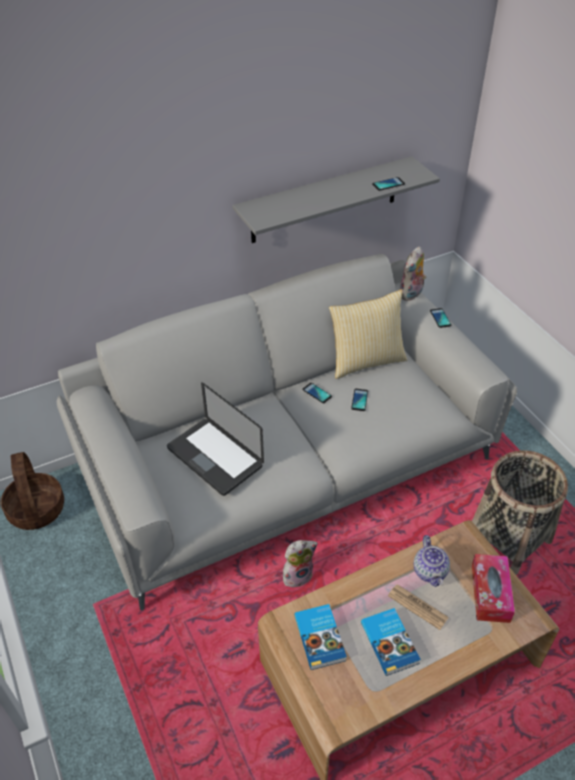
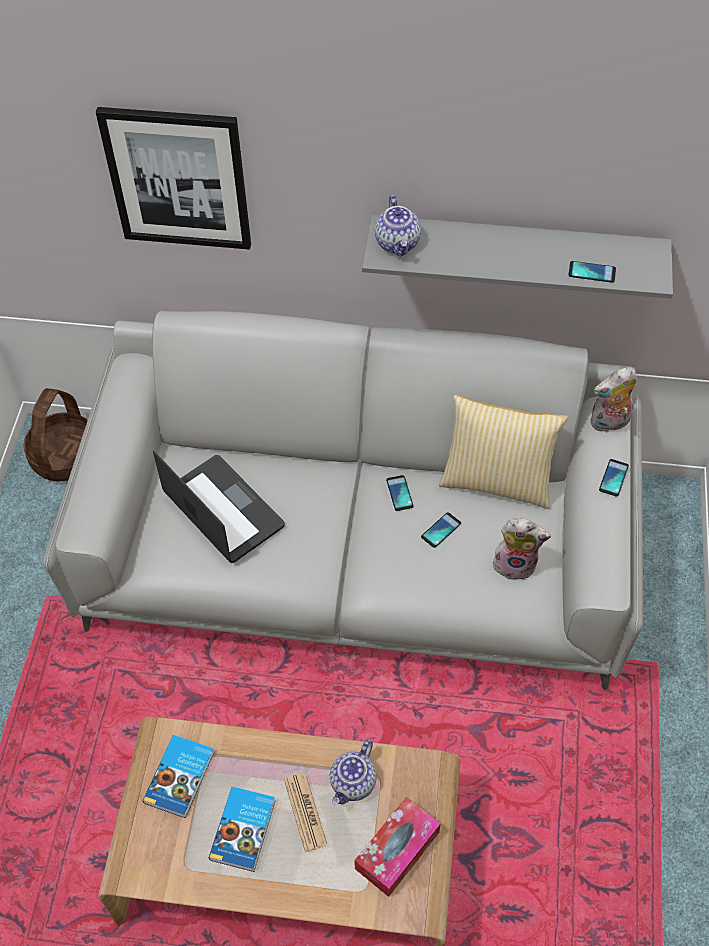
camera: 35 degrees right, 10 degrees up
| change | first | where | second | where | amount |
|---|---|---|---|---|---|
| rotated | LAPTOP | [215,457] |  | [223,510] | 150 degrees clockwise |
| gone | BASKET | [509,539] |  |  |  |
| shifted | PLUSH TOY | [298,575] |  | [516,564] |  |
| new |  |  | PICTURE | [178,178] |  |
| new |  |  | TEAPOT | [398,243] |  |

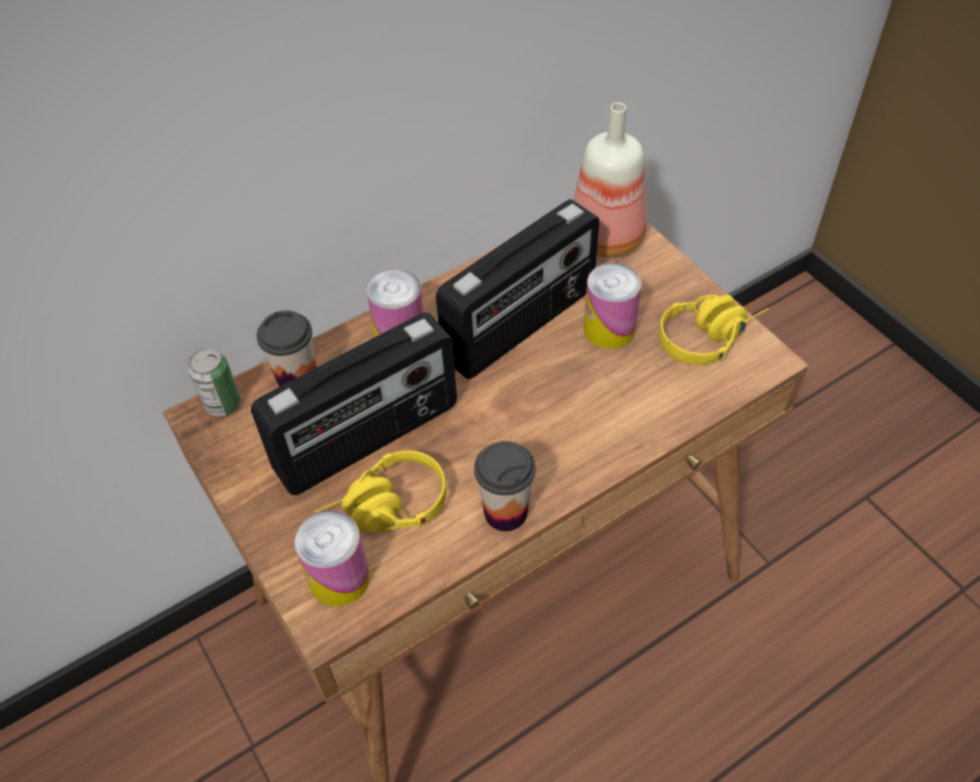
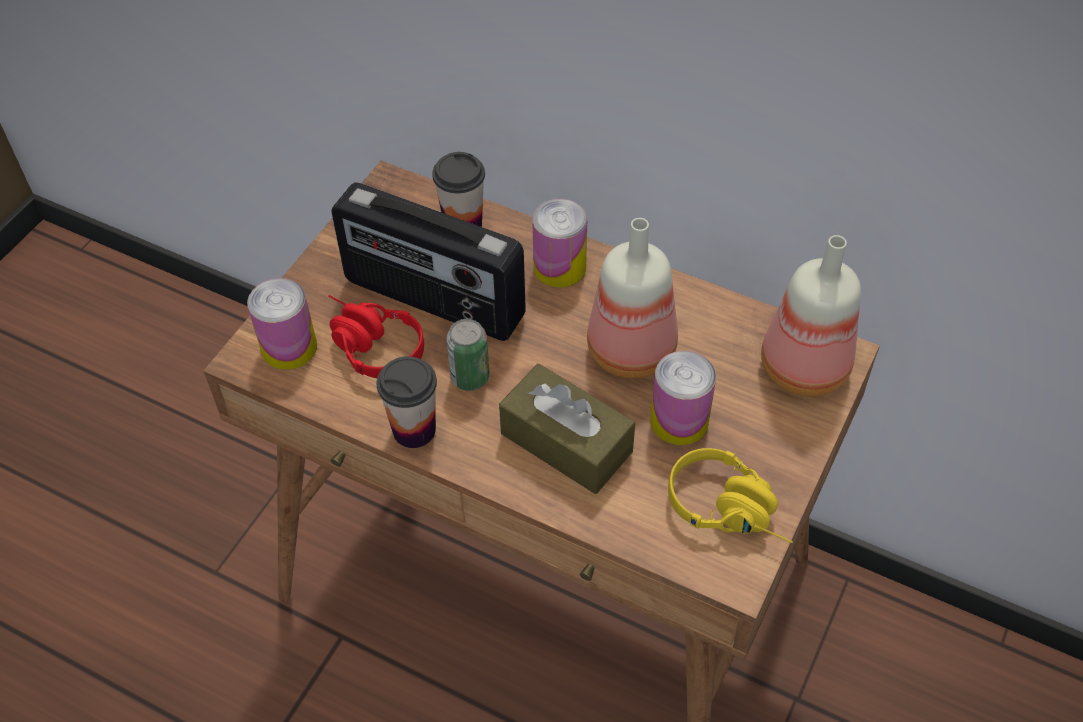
camera: 60 degrees right, 0 degrees up
| change | first | where | second | where | amount |
|---|---|---|---|---|---|
| swapped | RADIO | [521,326] | BOTTLE | [634,349] |  |
| shifted | CAN | [223,403] |  | [470,377] |  |
| repainted | YELLOW HEADPHONES | [385,510] | RED HEADPHONES | [368,346] |  |
| new |  |  | BROWN TISSUE BOX | [566,442] |  |

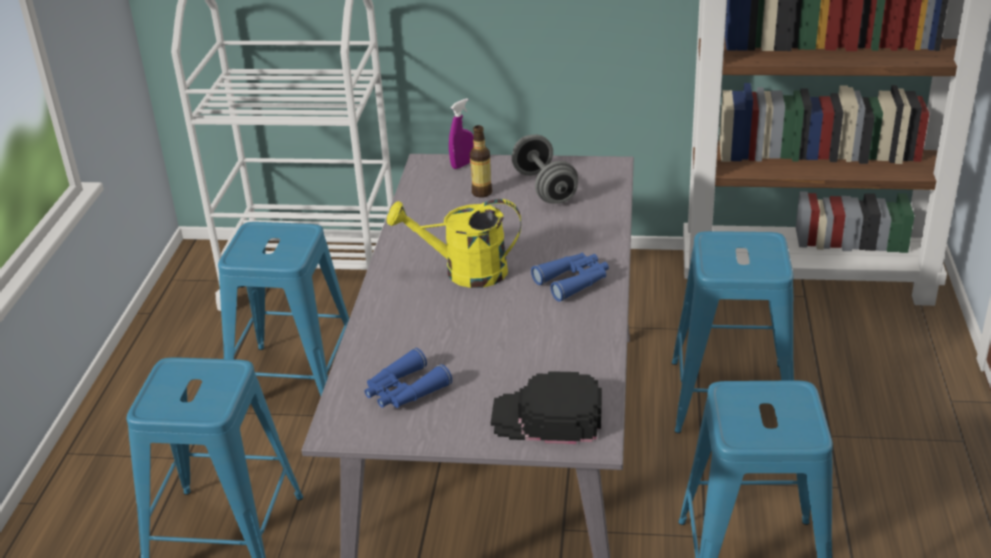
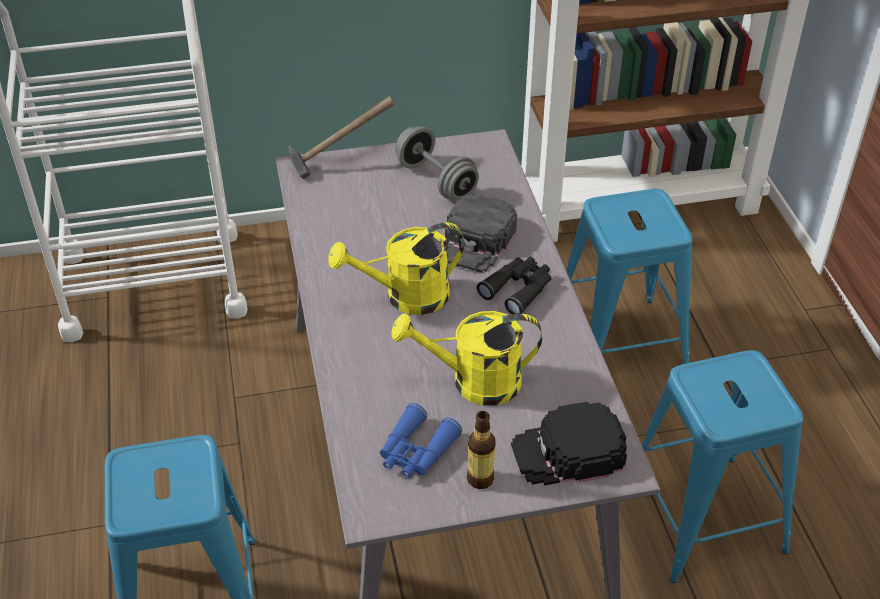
camera: 20 degrees left, 10 degrees up
| change | first | where | second | where | amount |
|---|---|---|---|---|---|
| swapped | PURPLE SPRAY BOTTLE | [462,164] | HAMMER | [339,164] |  |
| shifted | BOTTLE | [482,193] |  | [480,479] |  |
| gone | BLUE STOOL | [295,383] |  |  |  |
| repainted | BLUE BINOCULARS | [573,281] | BLACK BINOCULARS | [518,289] |  |
| new |  |  | BLACK CAP | [477,241] |  |
| new |  |  | YELLOW WATERING CAN | [473,382] |  |

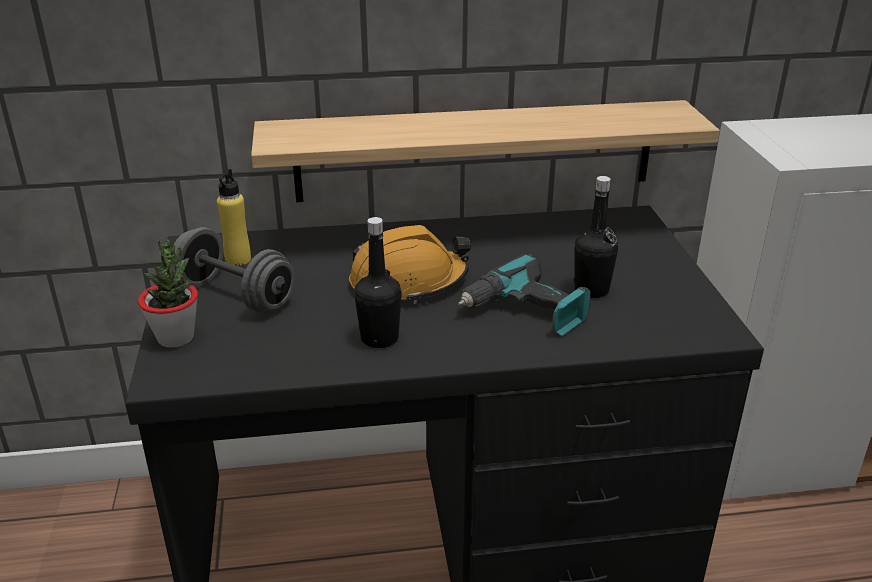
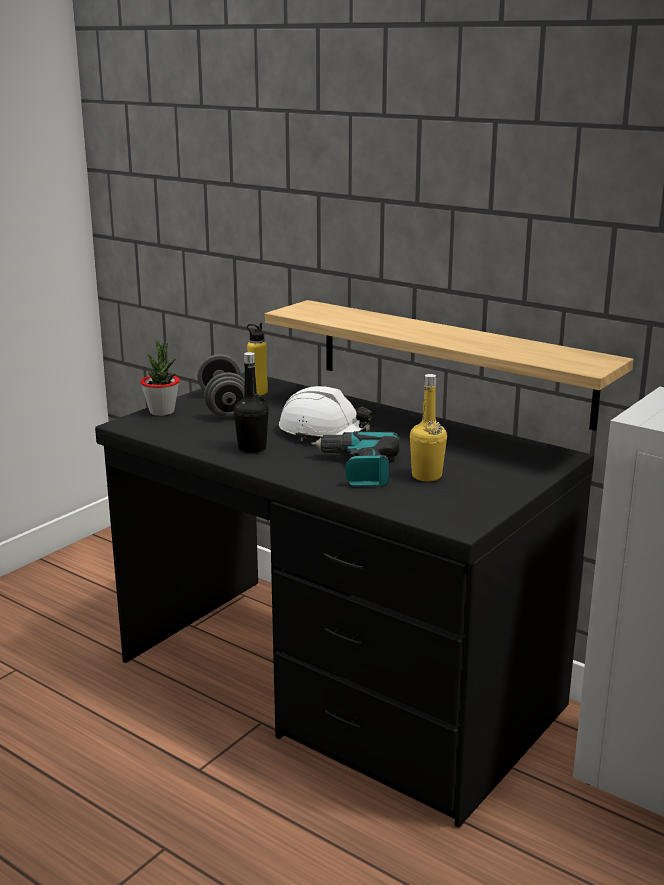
camera: 45 degrees right, 10 degrees down
| change | first | where | second | where | amount |
|---|---|---|---|---|---|
| repainted | BLACK BOTTLE | [591,290] | YELLOW BOTTLE | [426,476] |  |
| repainted | ORANGE HARD HAT | [408,282] | WHITE HARD HAT | [324,432] |  |

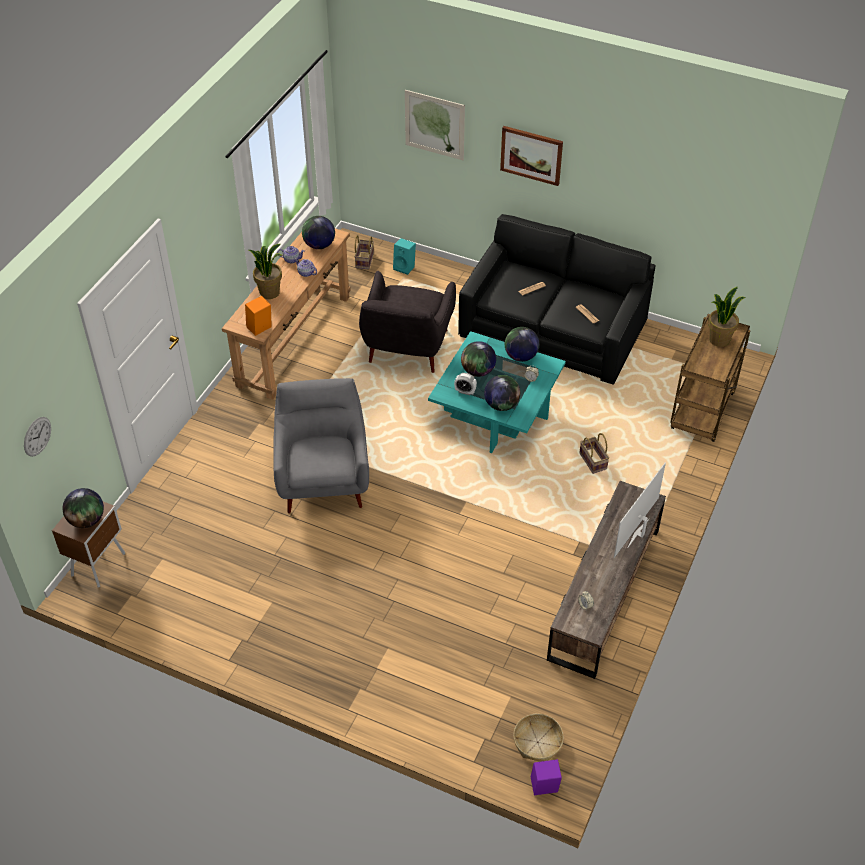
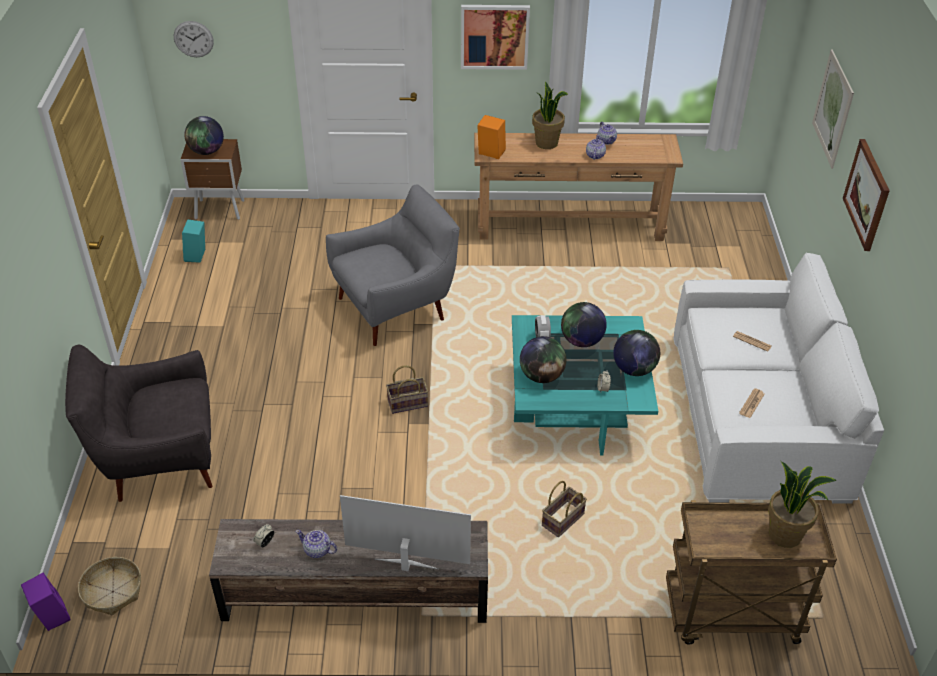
camera: 65 degrees right, 5 degrees down
| change | first | where | second | where | amount |
|---|---|---|---|---|---|
| repainted | BLACK SOFA | [553,329] | WHITE SOFA | [758,416] |  |
| gone | GLOBE | [319,245] |  |  |  |
| shifted | BASKET | [364,260] |  | [408,402] |  |
| shifted | TURQUOISE SPEAKER | [405,267] |  | [197,256] |  |
| shifted | GREY ARMCHAIR | [407,350] |  | [158,460] |  |
| new |  |  | PICTURE | [494,36] |  |
| new |  |  | TEAPOT | [317,550] |  |

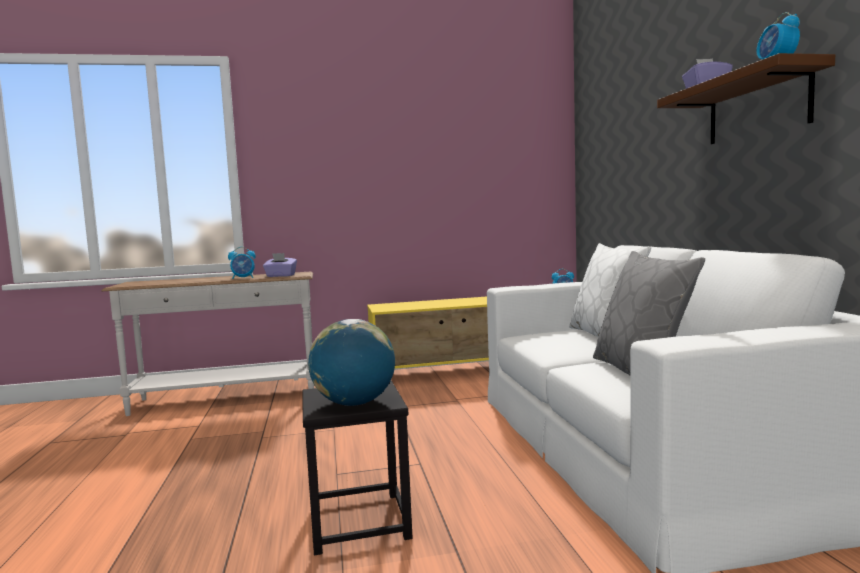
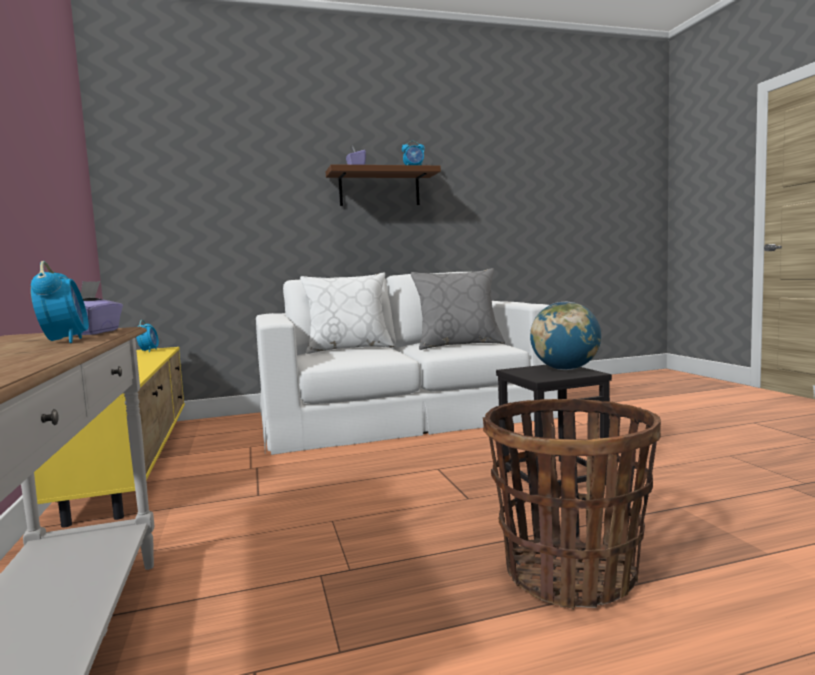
camera: 95 degrees left, 0 degrees up
| change | first | where | second | where | amount |
|---|---|---|---|---|---|
| new |  |  | BASKET | [570,574] |  |

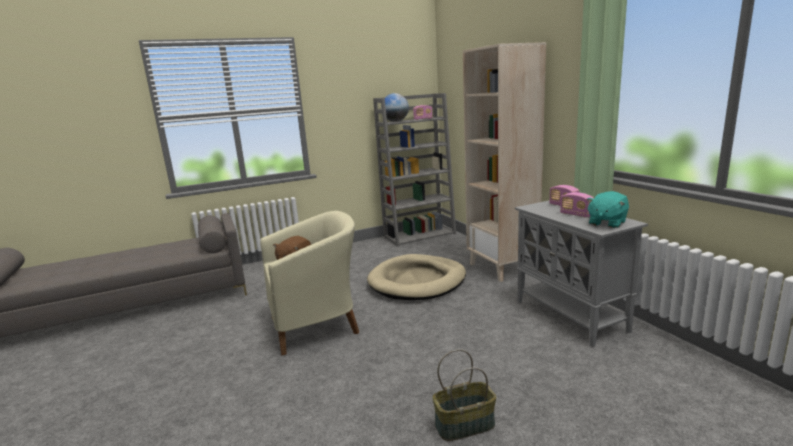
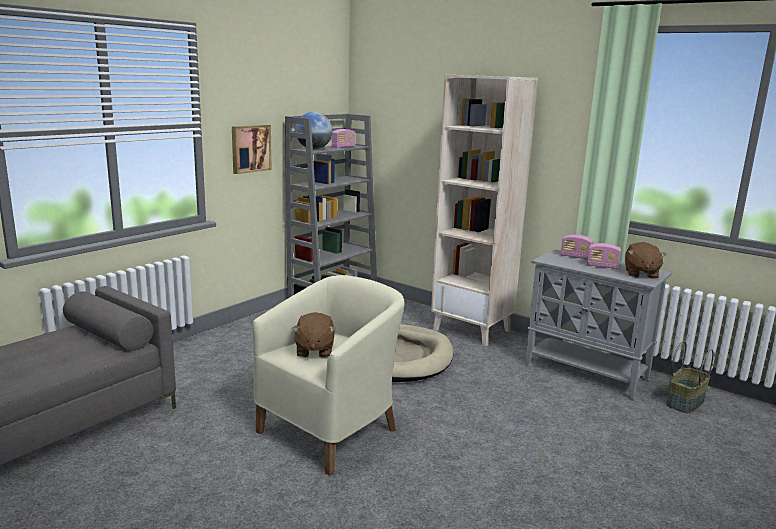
camera: 30 degrees left, 0 degrees up
| change | first | where | second | where | amount |
|---|---|---|---|---|---|
| repainted | TURQUOISE PLUSH TOY | [606,223] | BROWN PLUSH TOY | [640,274] |  |
| shifted | BASKET | [465,424] |  | [684,402] |  |
| new |  |  | PICTURE | [250,148] |  |

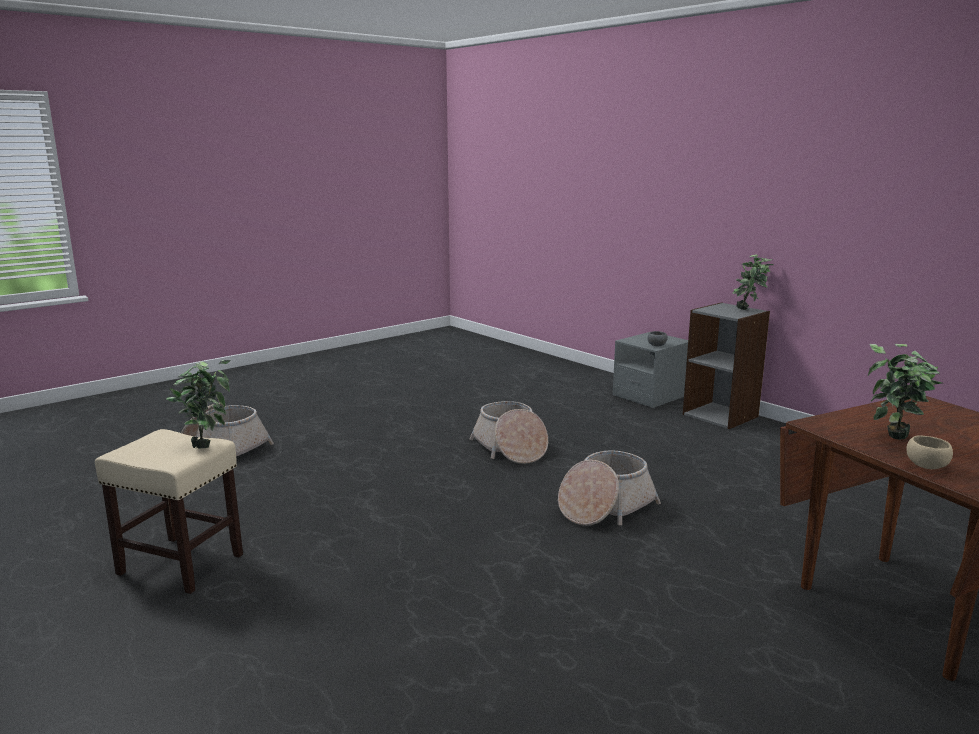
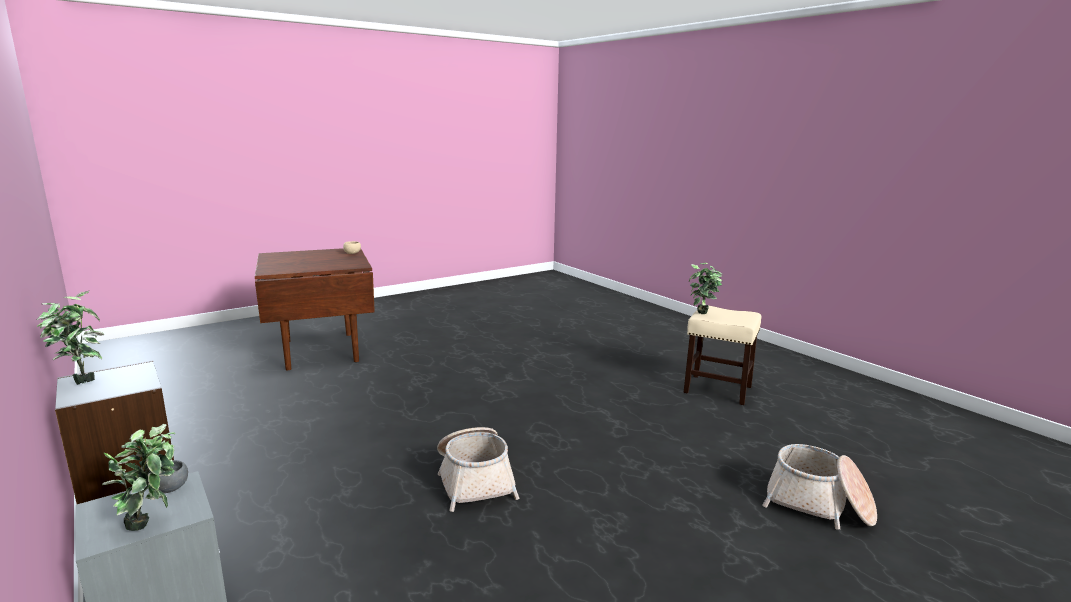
camera: 175 degrees left, 0 degrees up
| change | first | where | second | where | amount |
|---|---|---|---|---|---|
| shifted | POTTED PLANT | [894,440] |  | [152,521] |  |
| gone | BASKET | [605,507] |  |  |  |

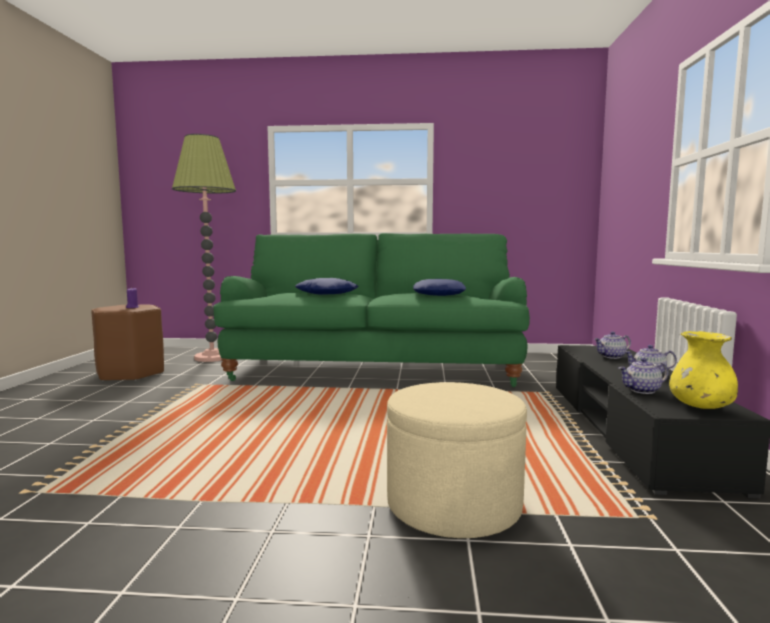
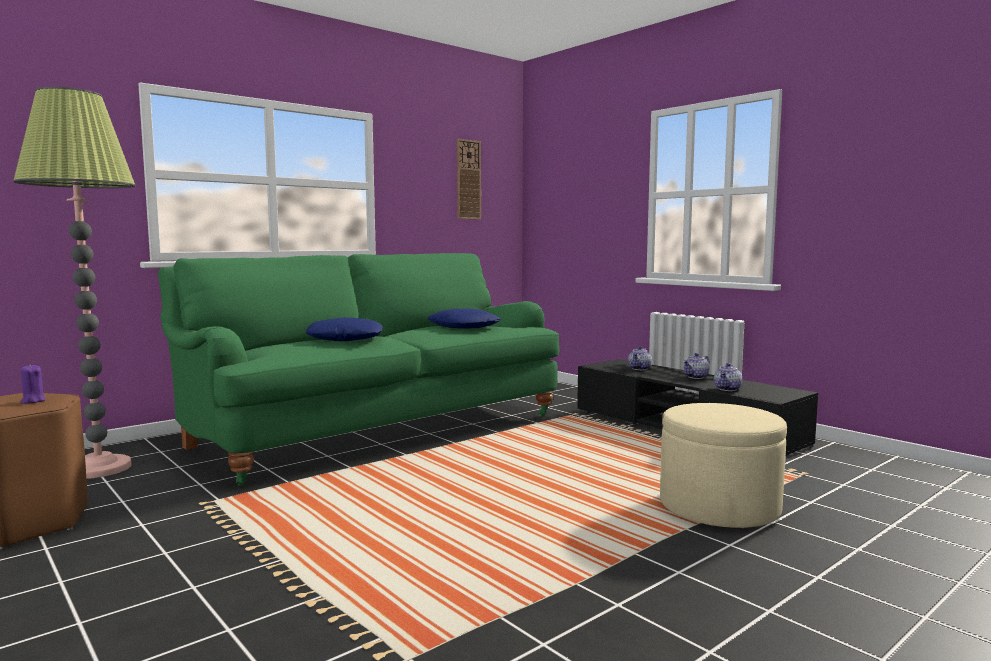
camera: 45 degrees left, 0 degrees up
| change | first | where | second | where | amount |
|---|---|---|---|---|---|
| gone | YELLOW VASE | [700,407] |  |  |  |
| new |  |  | WALL CLOCK | [468,180] |  |

